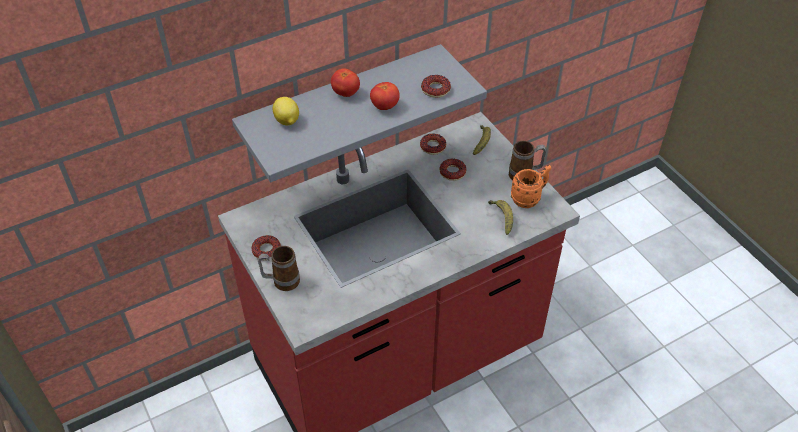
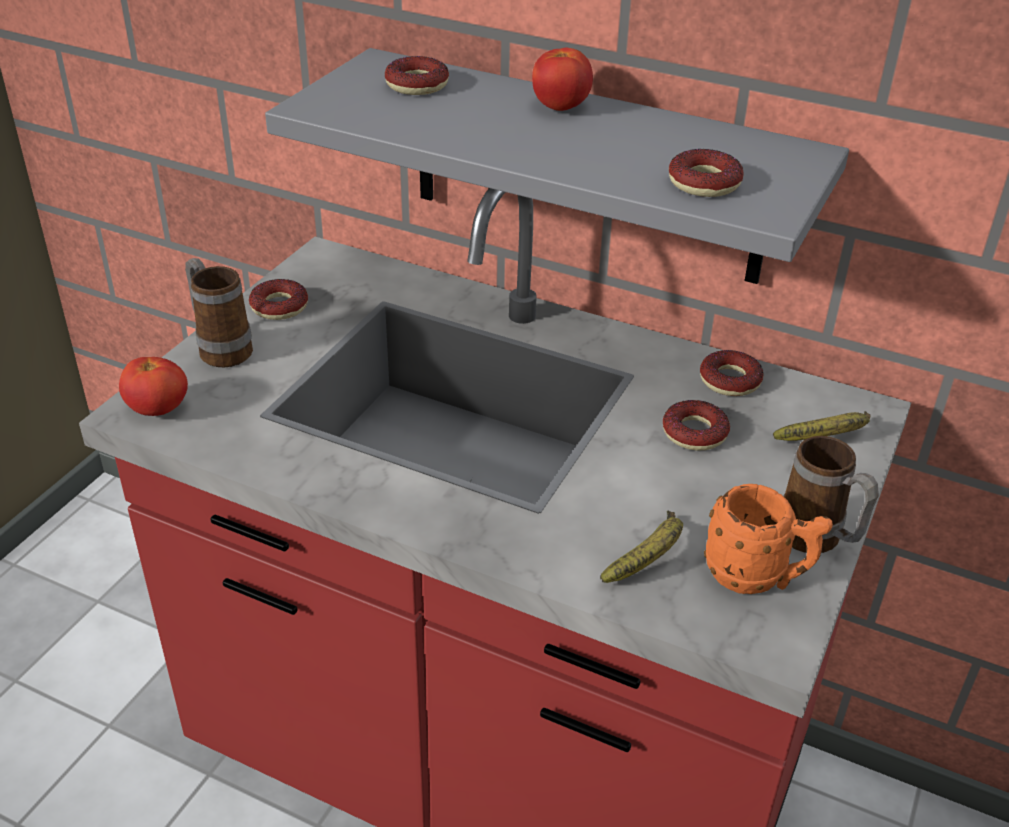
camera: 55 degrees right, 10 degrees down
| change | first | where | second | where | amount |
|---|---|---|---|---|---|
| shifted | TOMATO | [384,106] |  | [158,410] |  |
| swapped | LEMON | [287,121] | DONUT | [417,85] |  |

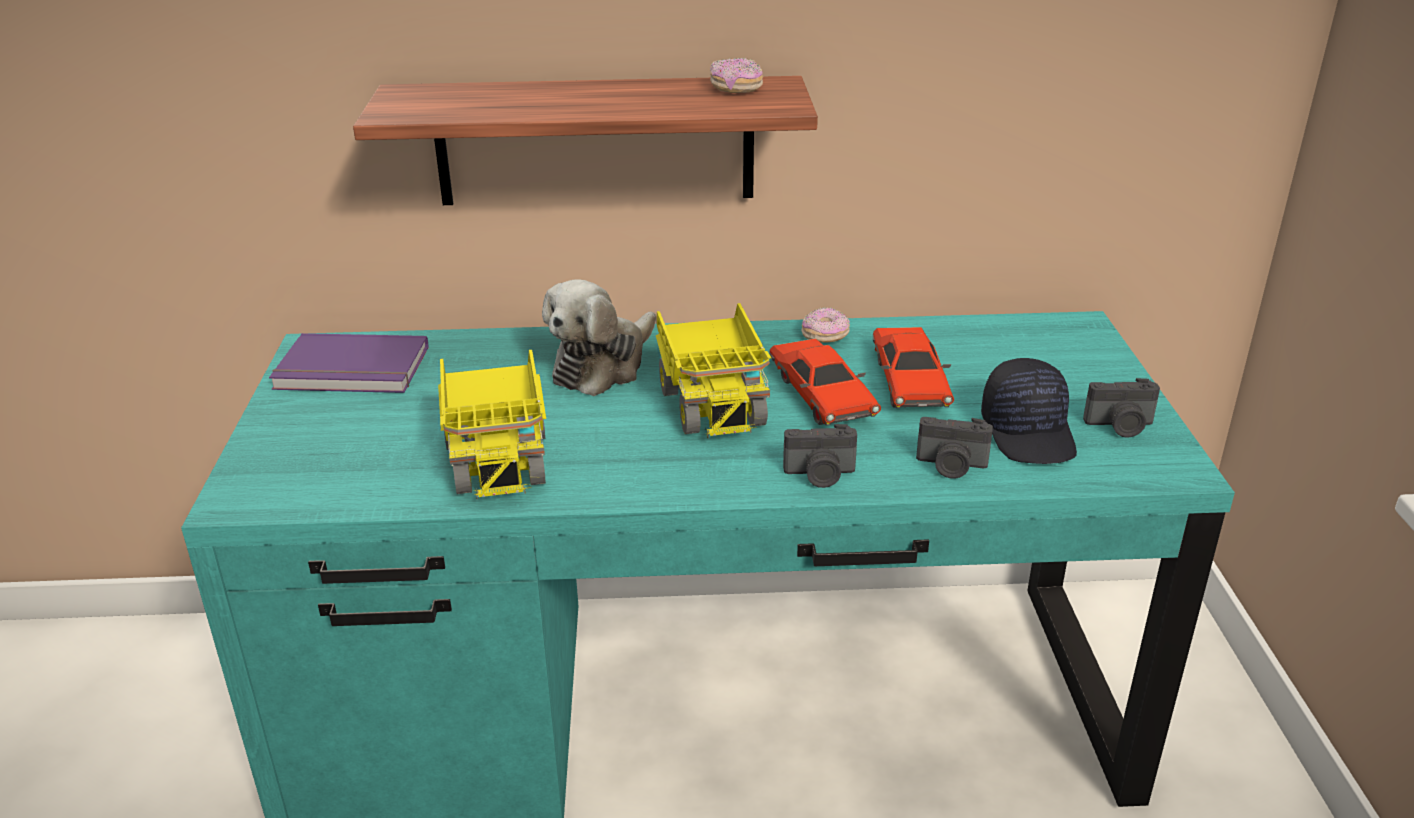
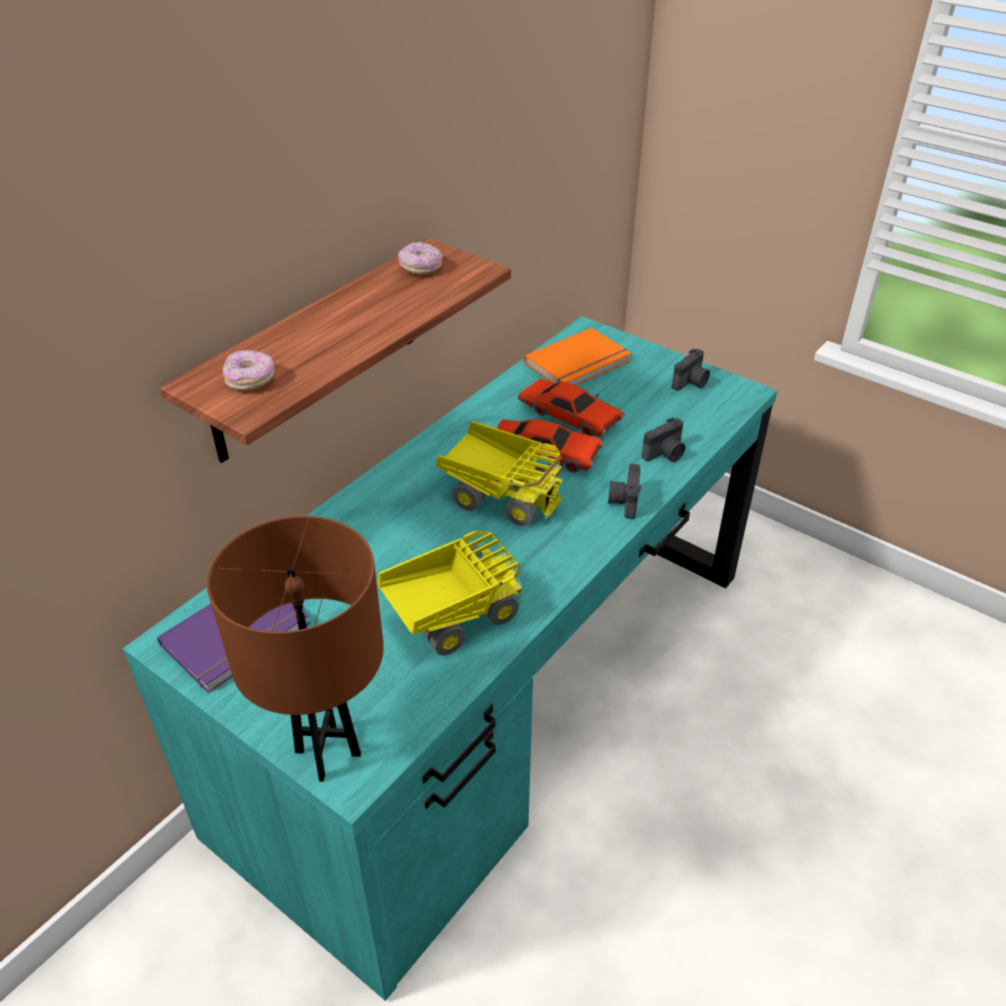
camera: 50 degrees left, 10 degrees up
| change | first | where | second | where | amount |
|---|---|---|---|---|---|
| gone | PLUSH TOY | [602,365] |  |  |  |
| shifted | DONUT | [825,336] |  | [250,380] |  |
| rotated | TOY TRUCK | [499,456] |  | [452,617] | 60 degrees counterclockwise |
| gone | BLACK CAP | [1029,433] |  |  |  |
| rotated | PHOTO CAMERA | [820,475] |  | [623,501] | 150 degrees clockwise |
| new |  |  | ORANGE BOOK | [580,363] |  |
| new |  |  | BROWN TABLE LAMP | [327,752] |  |

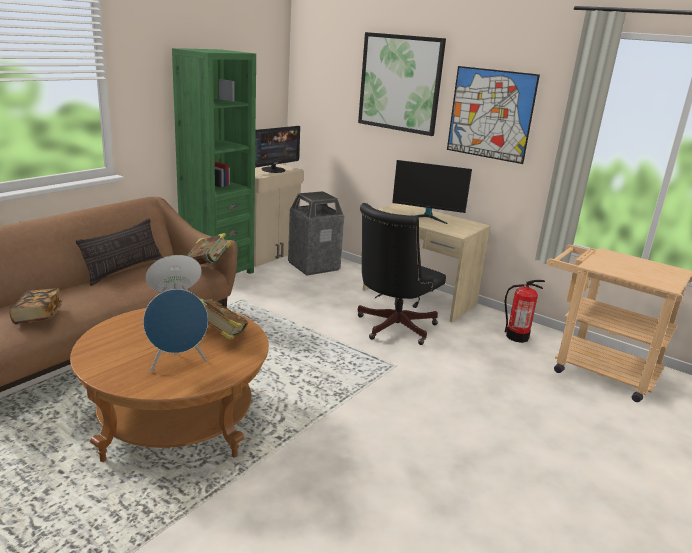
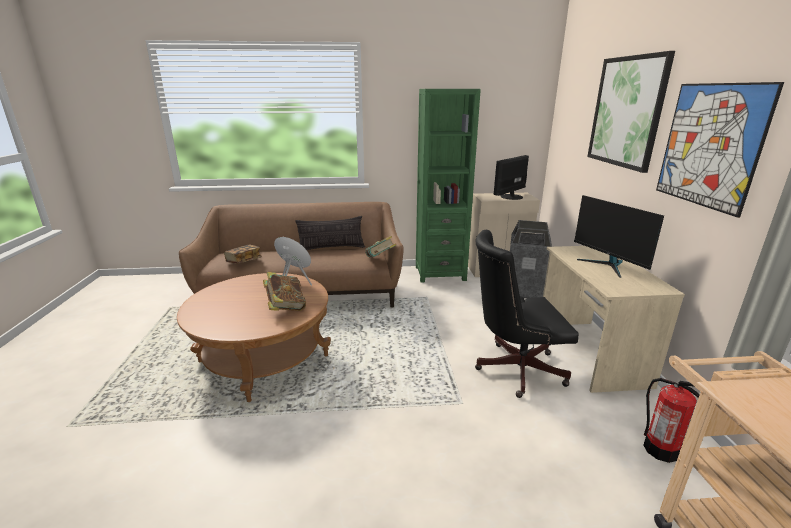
camera: 50 degrees right, 0 degrees up
| change | first | where | second | where | amount |
|---|---|---|---|---|---|
| rotated | MONITOR | [274,170] |  | [511,197] | 135 degrees clockwise |
| gone | BLUE SPEAKER | [177,363] |  |  |  |

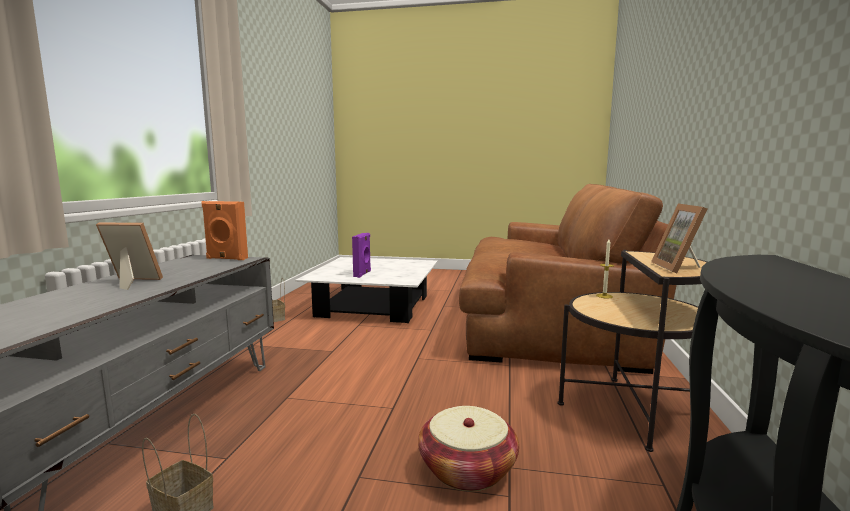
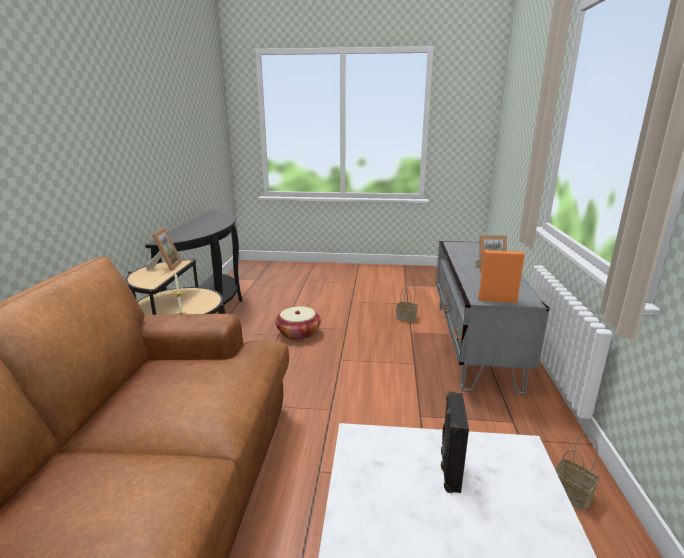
camera: 175 degrees right, 10 degrees up
| change | first | where | second | where | amount |
|---|---|---|---|---|---|
| repainted | PURPLE SPEAKER | [363,274] | BLACK SPEAKER | [449,471] |  |

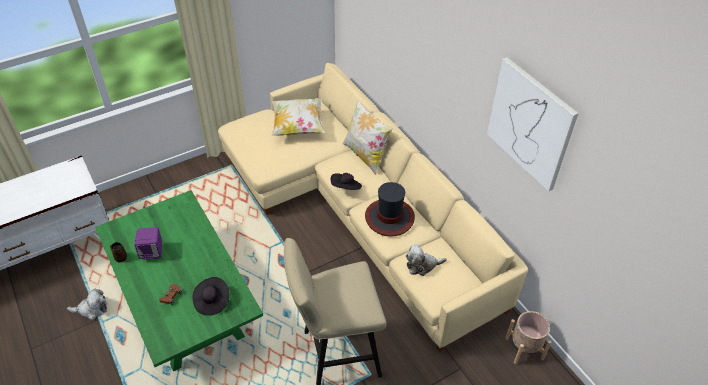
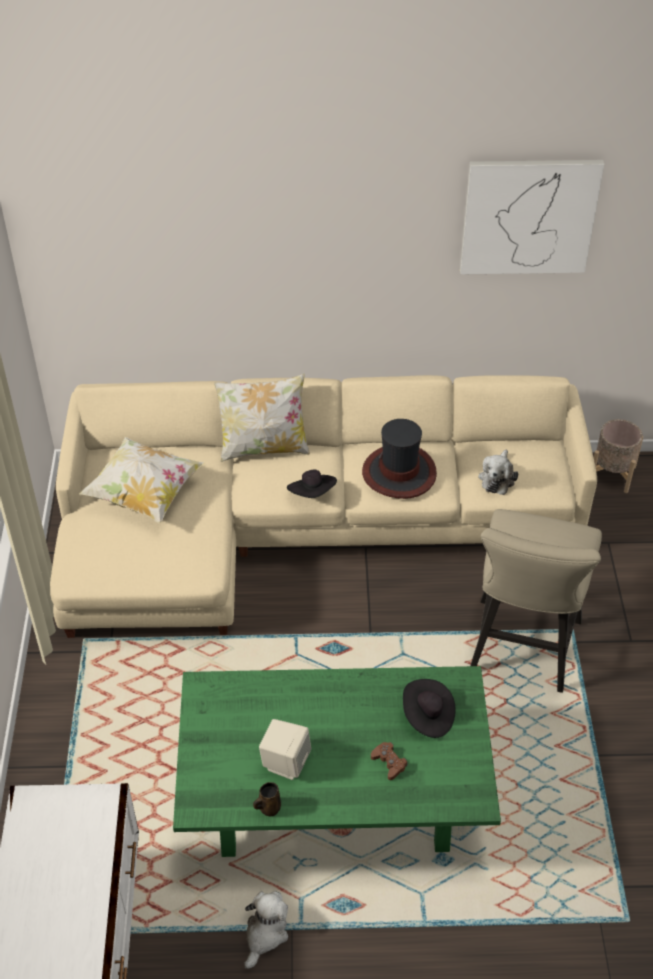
camera: 60 degrees left, 0 degrees up
| change | first | where | second | where | amount |
|---|---|---|---|---|---|
| repainted | PURPLE SPEAKER | [152,252] | BEIGE SPEAKER | [285,762] |  |

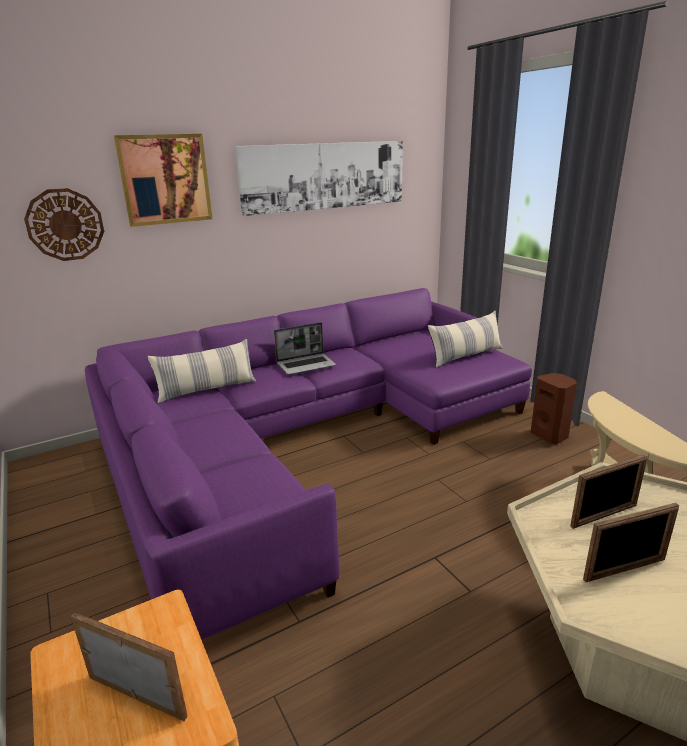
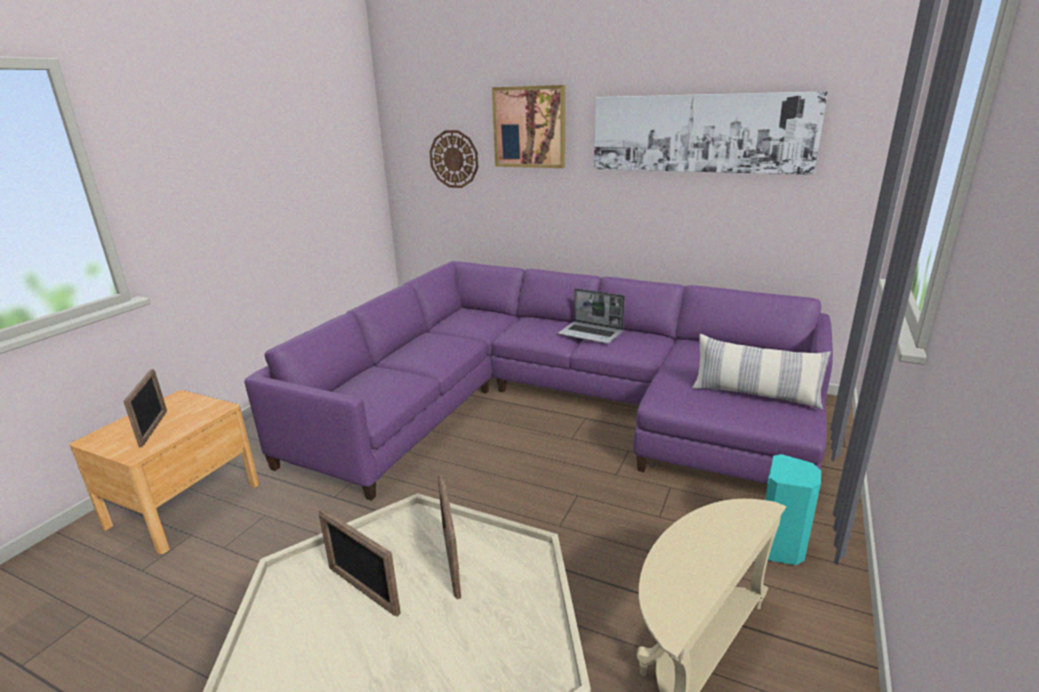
camera: 55 degrees right, 0 degrees up
| change | first | where | second | where | amount |
|---|---|---|---|---|---|
| gone | PILLOW | [207,389] |  |  |  |
| repainted | BROWN SPEAKER | [550,435] | TURQUOISE SPEAKER | [781,548] |  |
| rotated | PICTURE FRAME | [604,516] |  | [451,560] | 45 degrees clockwise |

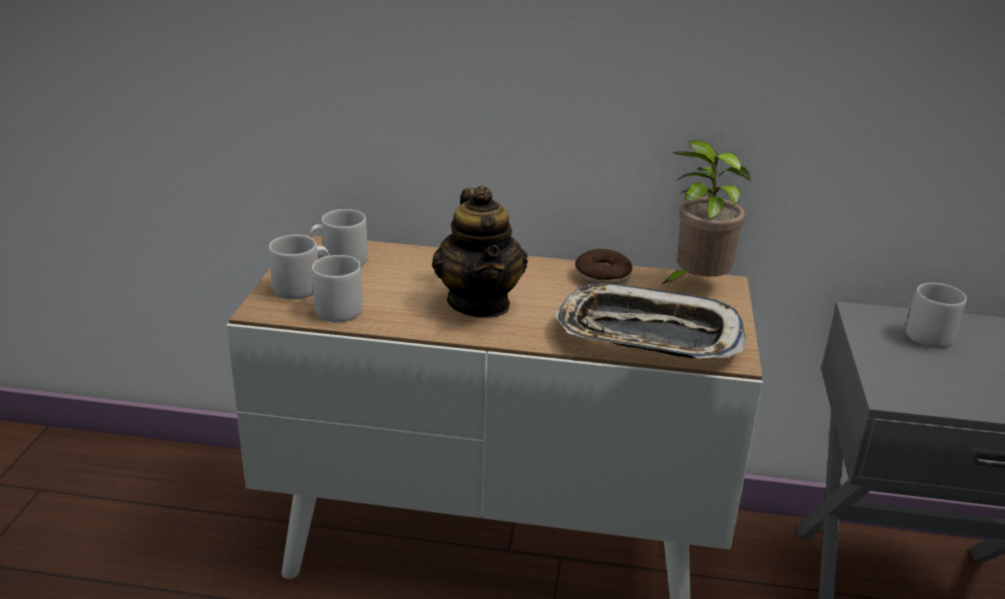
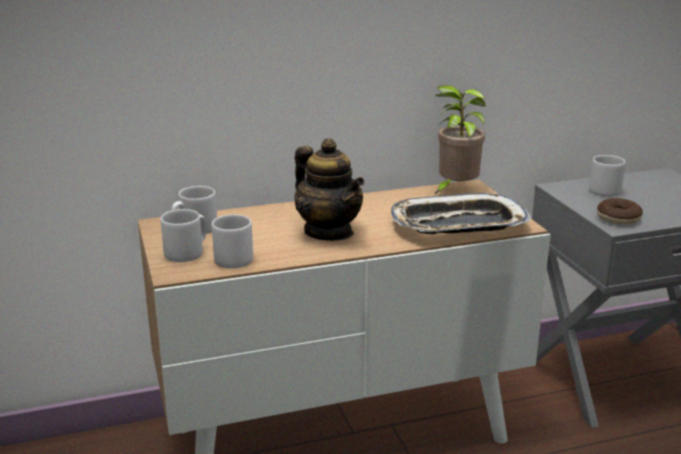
camera: 25 degrees left, 5 degrees down
| change | first | where | second | where | amount |
|---|---|---|---|---|---|
| shifted | DONUT | [602,276] |  | [618,218] |  |

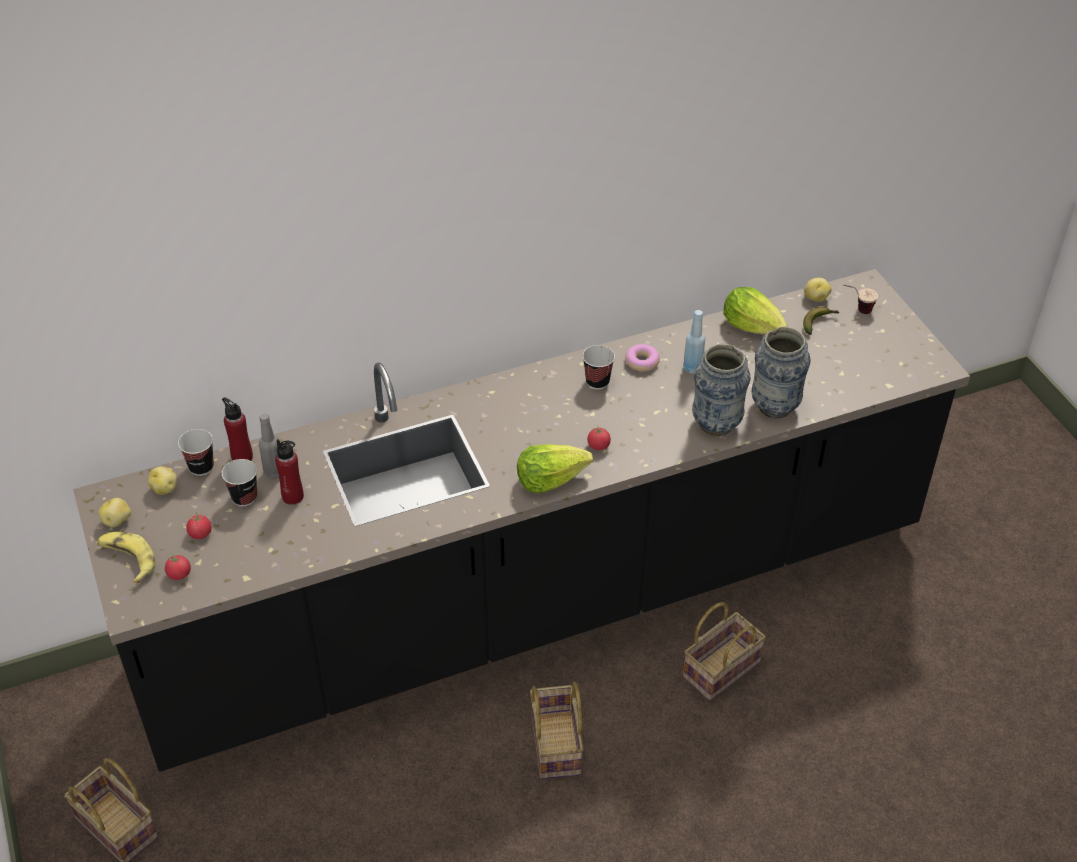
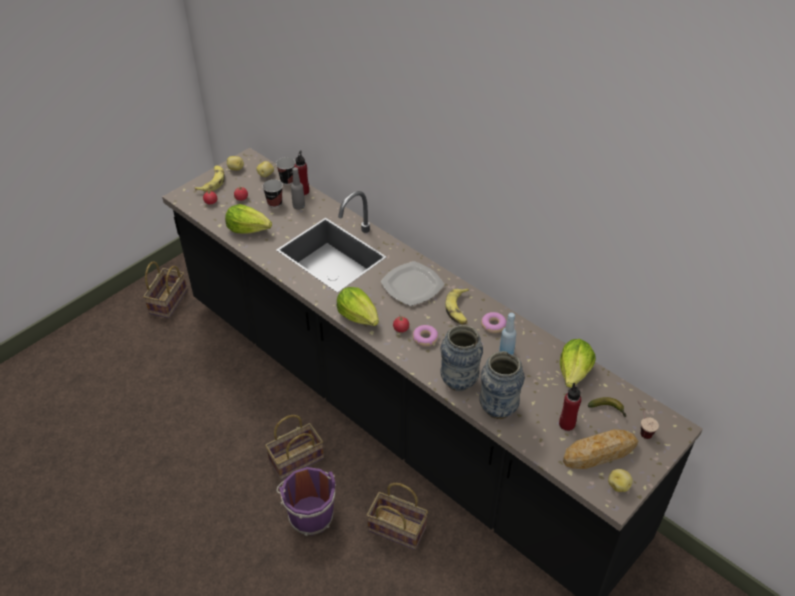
camera: 65 degrees right, 0 degrees up
| change | first | where | second | where | amount |
|---|---|---|---|---|---|
| shifted | POTATO | [815,297] |  | [618,485] |  |
| swapped | CUP | [597,382] | BANANA | [459,310] |  |
| shifted | RED BOTTLE | [293,496] |  | [567,424] |  |
| new |  |  | LETTUCE | [248,229] |  |
| new |  |  | PLATE | [412,286] |  |
| new |  |  | DONUT | [425,338] |  |
| new |  |  | BREAD | [600,453] |  |
| new |  |  | PURPLE BUCKET | [310,514] |  |

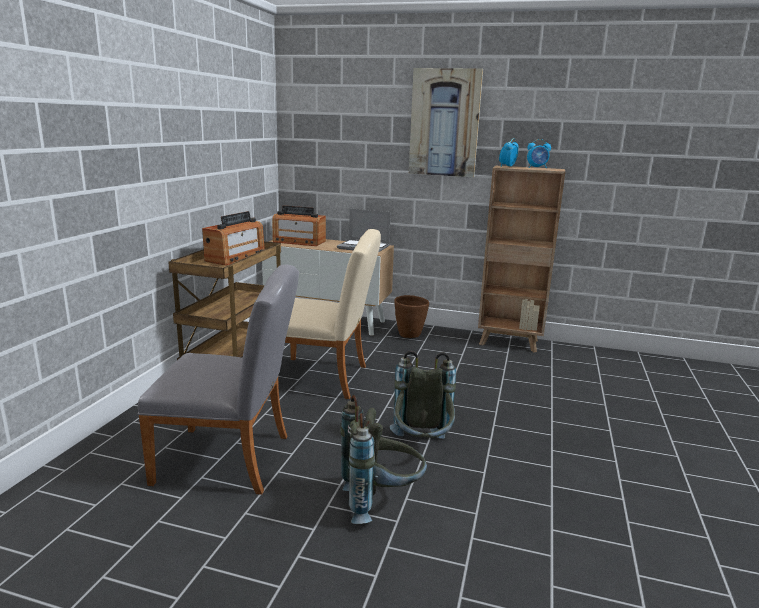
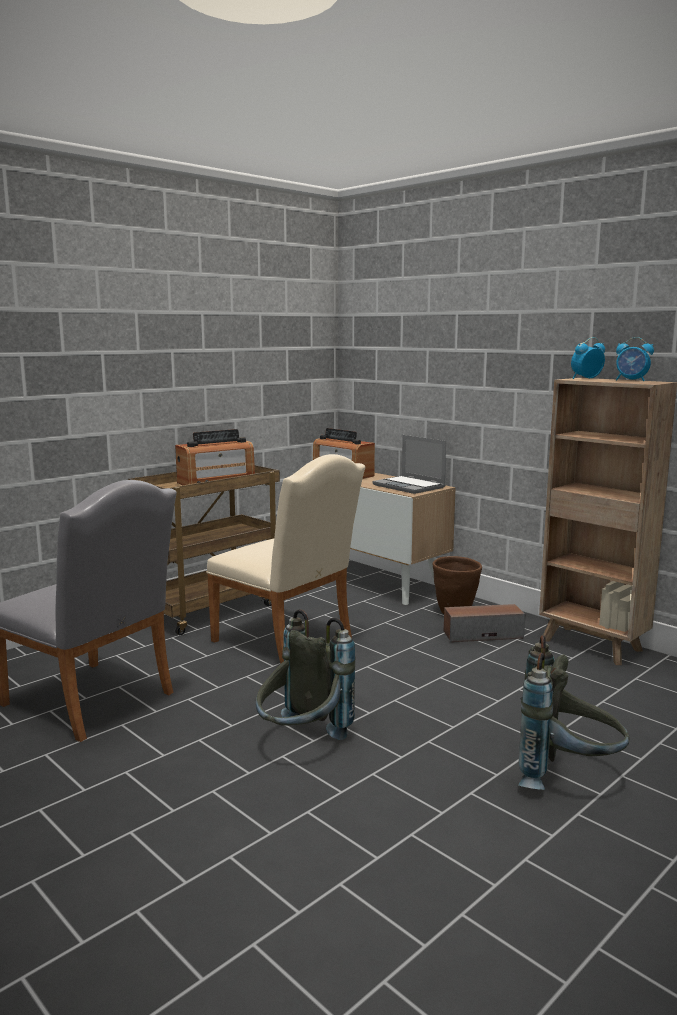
camera: 30 degrees right, 5 degrees down
| change | first | where | second | where | amount |
|---|---|---|---|---|---|
| gone | PICTURE | [444,123] |  |  |  |
| shifted | GREY BACKPACK | [380,501] |  | [566,776] |  |
| new |  |  | SPEAKER | [482,634] |  |

